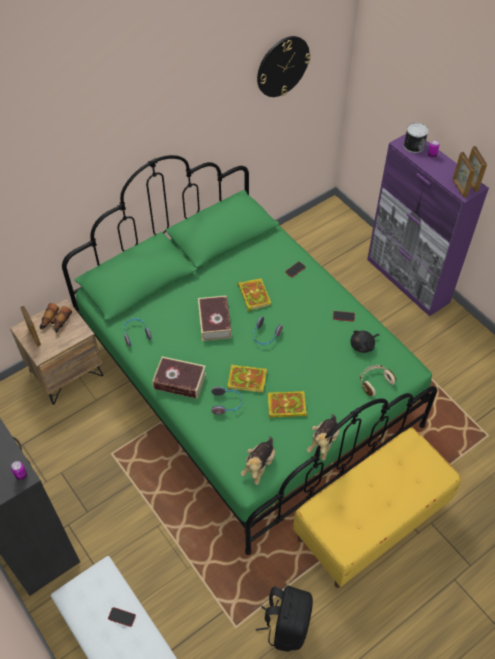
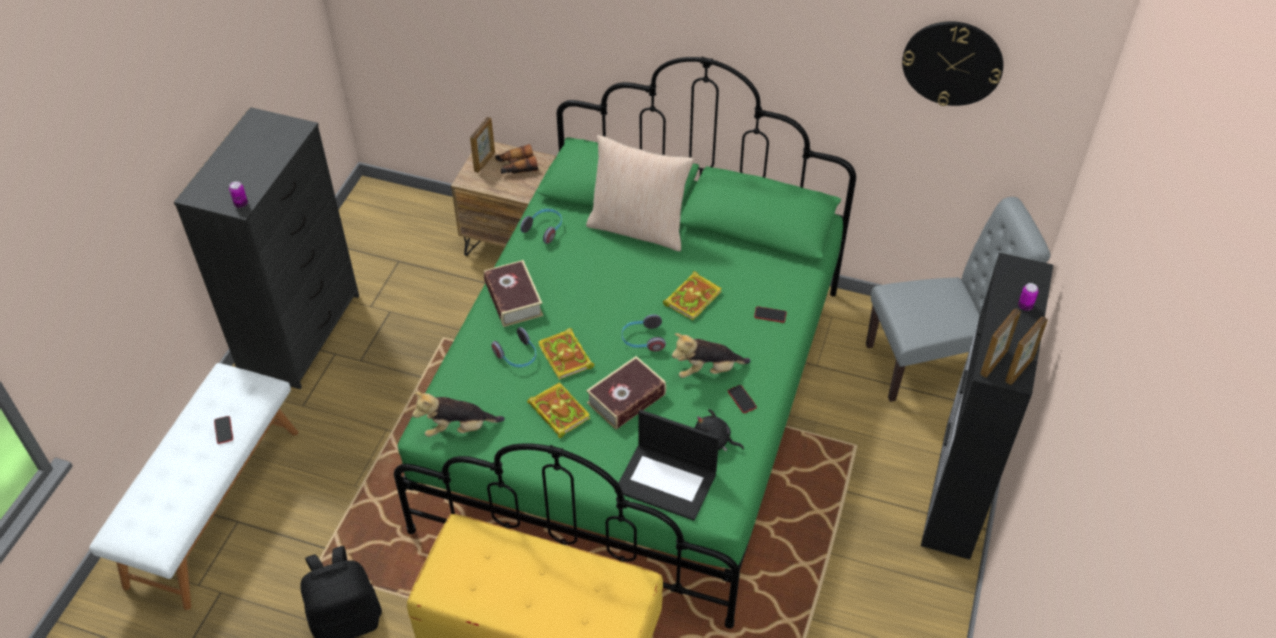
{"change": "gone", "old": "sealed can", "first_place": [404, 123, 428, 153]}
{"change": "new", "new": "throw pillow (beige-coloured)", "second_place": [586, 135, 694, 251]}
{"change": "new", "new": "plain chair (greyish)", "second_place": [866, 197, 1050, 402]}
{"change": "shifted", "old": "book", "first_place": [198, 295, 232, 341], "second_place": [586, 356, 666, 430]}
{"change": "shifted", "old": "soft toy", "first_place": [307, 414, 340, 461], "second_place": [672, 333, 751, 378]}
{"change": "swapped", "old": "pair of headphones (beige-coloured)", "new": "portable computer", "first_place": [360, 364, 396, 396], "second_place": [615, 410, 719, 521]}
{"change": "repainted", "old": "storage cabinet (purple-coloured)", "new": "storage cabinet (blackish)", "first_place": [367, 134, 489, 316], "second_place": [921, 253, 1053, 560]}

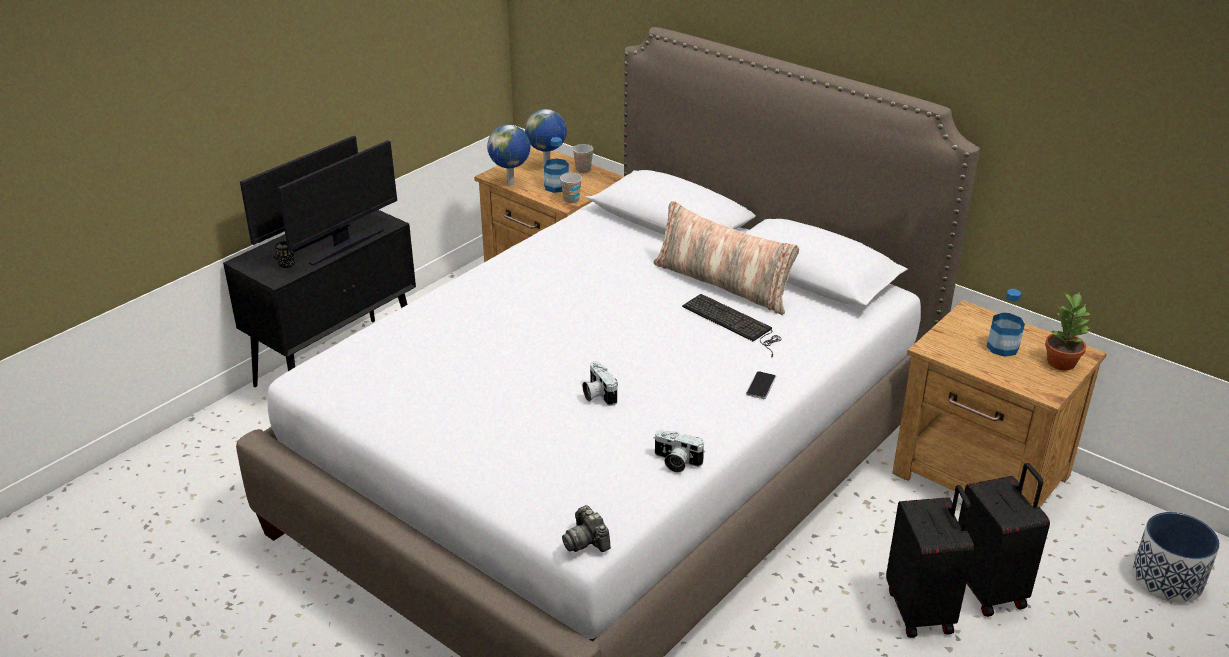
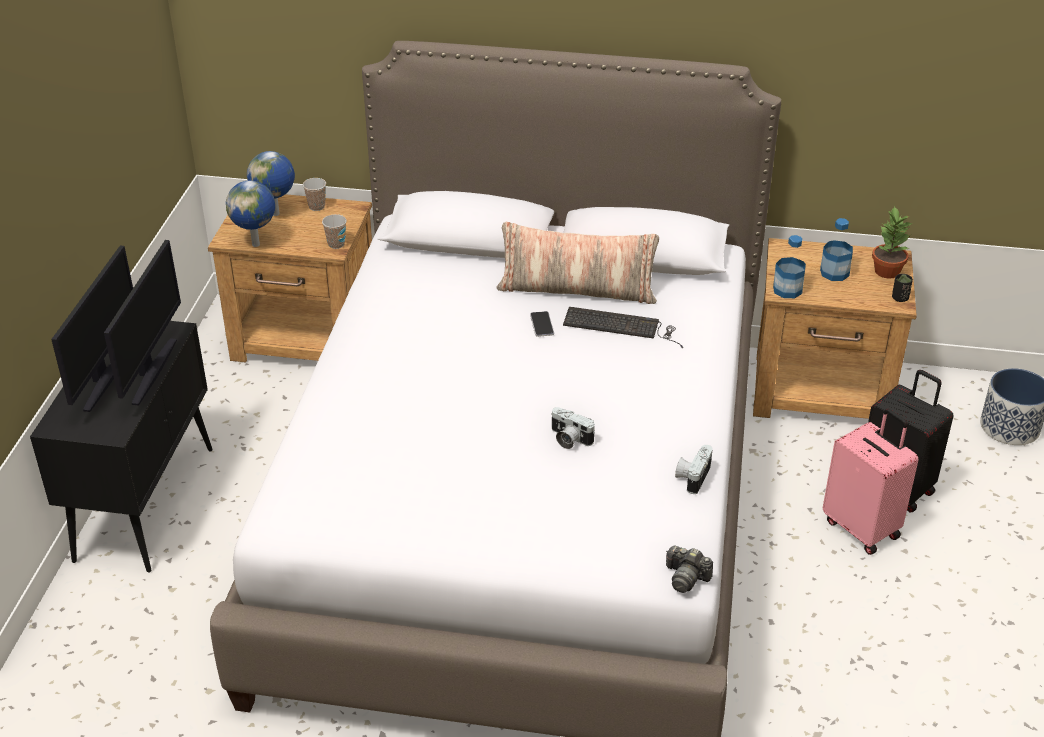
{"change": "shifted", "old": "small cup (blackish)", "first_place": [275, 241, 295, 268], "second_place": [892, 274, 913, 302]}
{"change": "shifted", "old": "drink bottle", "first_place": [544, 137, 569, 193], "second_place": [773, 235, 806, 298]}
{"change": "shifted", "old": "telephone", "first_place": [746, 371, 776, 399], "second_place": [530, 311, 554, 337]}
{"change": "repainted", "old": "suitcase (blackish)", "new": "suitcase (pinkish)", "first_place": [886, 485, 974, 638], "second_place": [823, 409, 919, 555]}
{"change": "rotated", "old": "photo camera", "first_place": [654, 430, 704, 472], "second_place": [675, 445, 713, 494], "degrees": 120}

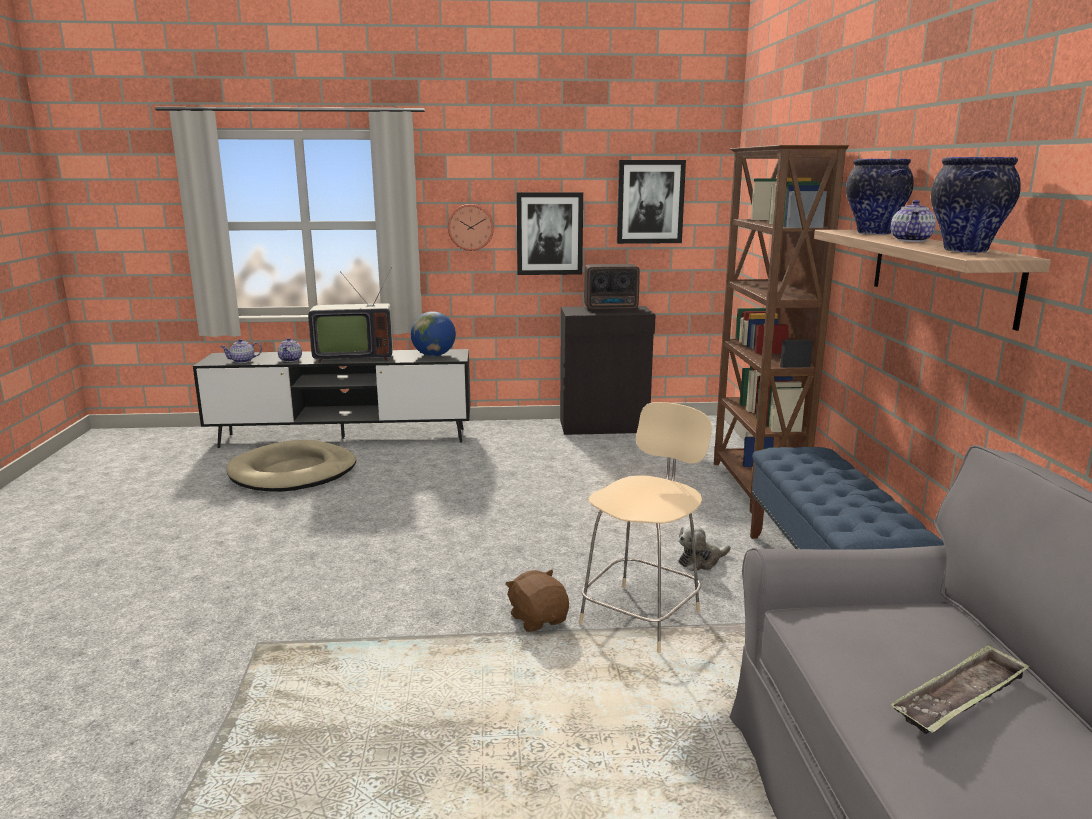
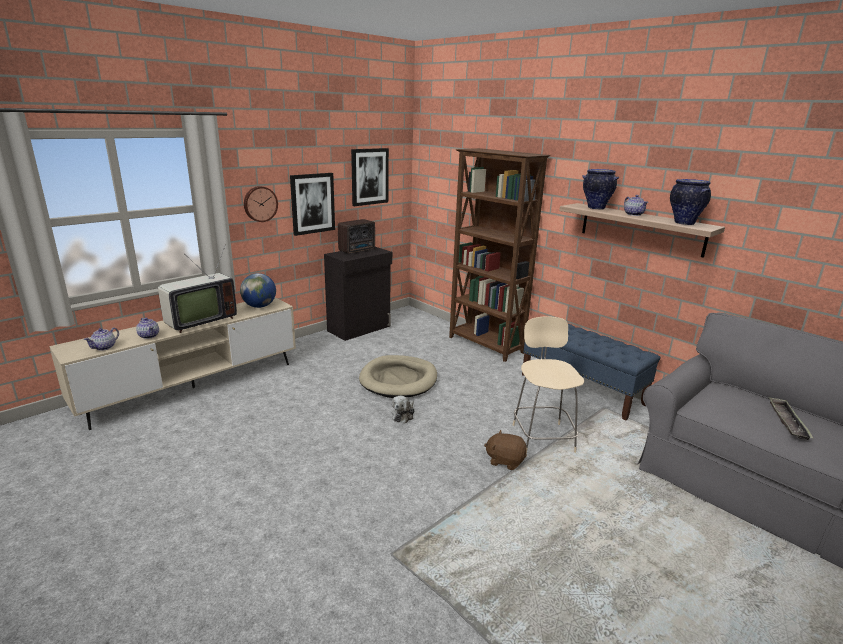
{"change": "shifted", "old": "dog cushion (beige-coloured)", "first_place": [226, 440, 356, 492], "second_place": [359, 355, 437, 398]}
{"change": "shifted", "old": "soft toy", "first_place": [679, 524, 731, 571], "second_place": [392, 396, 415, 424]}
{"change": "repainted", "old": "media console (blackish)", "new": "media console (beige-coloured)", "first_place": [193, 349, 470, 448], "second_place": [49, 297, 296, 430]}

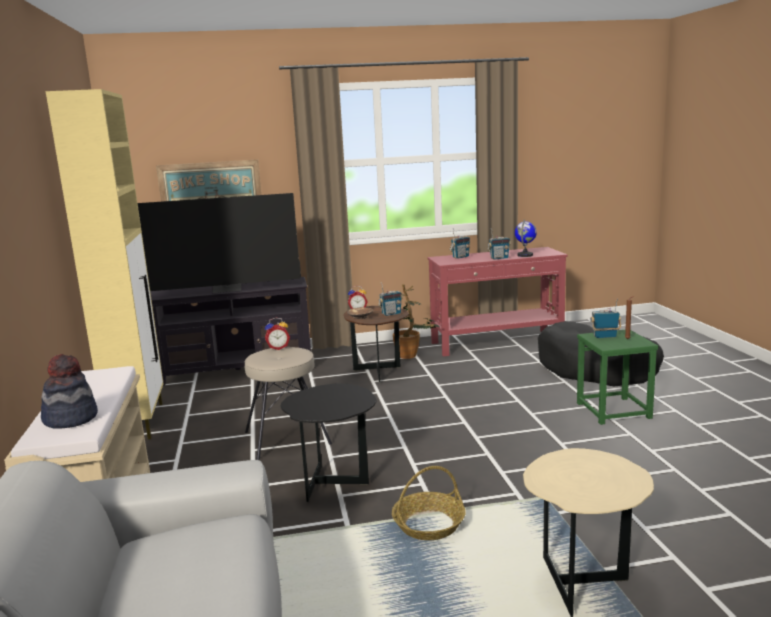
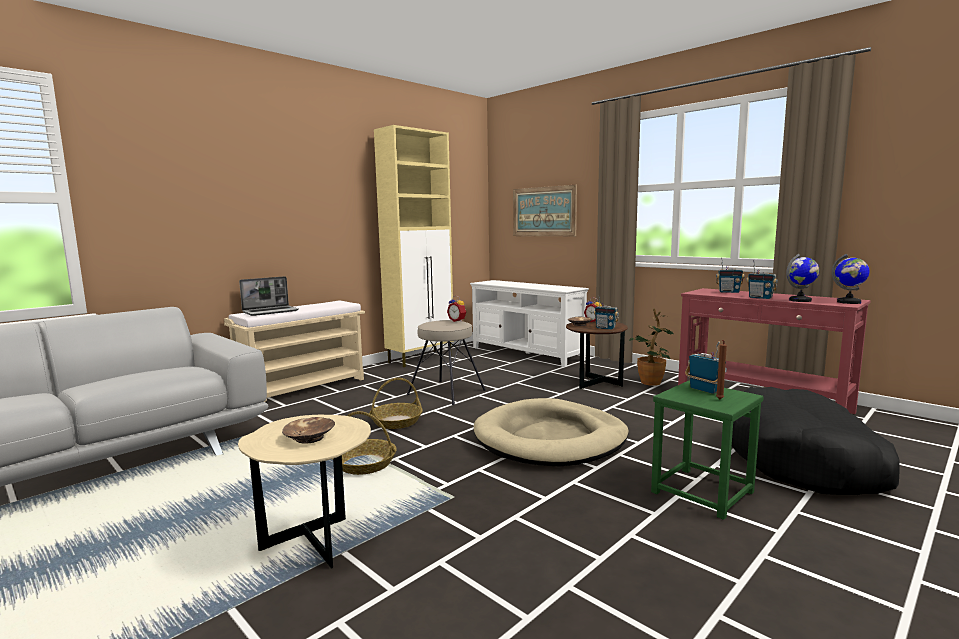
{"change": "gone", "old": "television", "first_place": [138, 193, 301, 293]}
{"change": "new", "new": "bowl (brown)", "second_place": [282, 417, 335, 444]}
{"change": "new", "new": "dog cushion (beige-coloured)", "second_place": [474, 398, 629, 466]}
{"change": "new", "new": "desk globe", "second_place": [832, 254, 870, 304]}
{"change": "swapped", "old": "wearable hat", "new": "portable computer", "first_place": [41, 354, 98, 429], "second_place": [239, 276, 299, 316]}
{"change": "swapped", "old": "side table (blackish)", "new": "household basket", "first_place": [281, 383, 377, 502], "second_place": [369, 378, 423, 429]}
{"change": "repainted", "old": "media console (blackish)", "new": "media console (white)", "first_place": [150, 277, 311, 386], "second_place": [470, 280, 589, 367]}

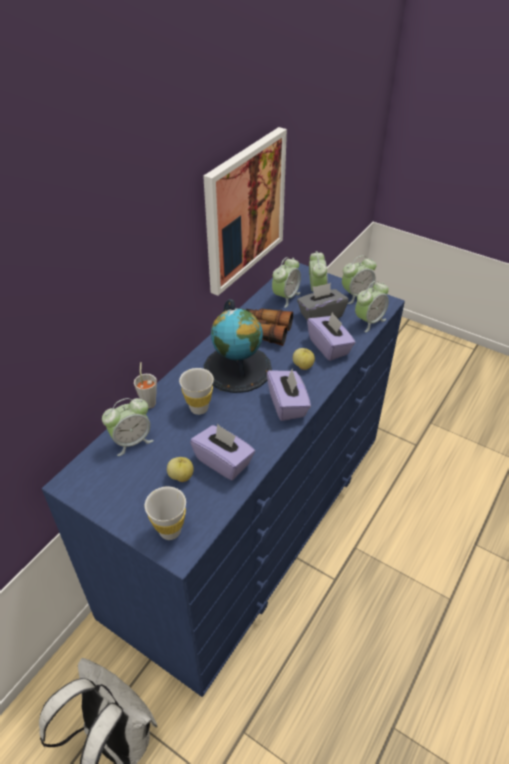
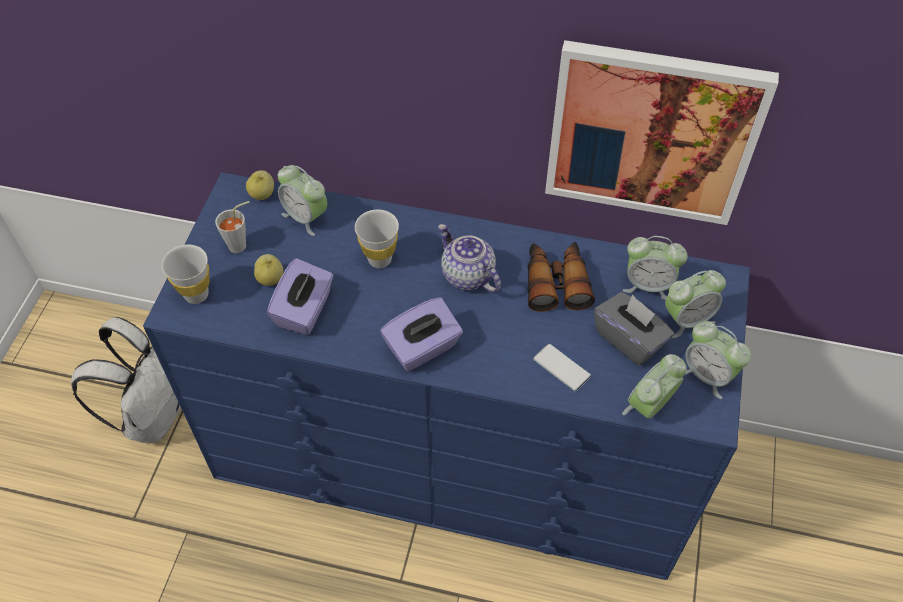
{"change": "shifted", "old": "small cup (greyish)", "first_place": [134, 362, 157, 409], "second_place": [215, 201, 250, 253]}
{"change": "shifted", "old": "apple", "first_place": [293, 348, 315, 370], "second_place": [246, 170, 274, 200]}
{"change": "swapped", "old": "desk globe", "new": "teapot", "first_place": [204, 299, 272, 393], "second_place": [438, 224, 501, 293]}
{"change": "swapped", "old": "tissue box (purple-coloured)", "new": "telephone", "first_place": [307, 312, 355, 361], "second_place": [533, 344, 591, 392]}
{"change": "rotated", "old": "table clock", "first_place": [355, 281, 389, 332], "second_place": [622, 354, 687, 419], "degrees": 105}

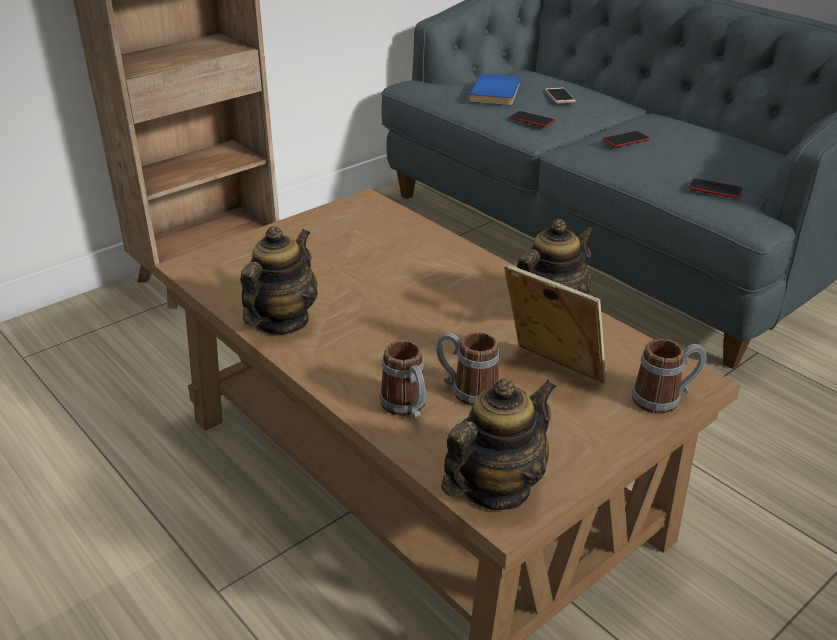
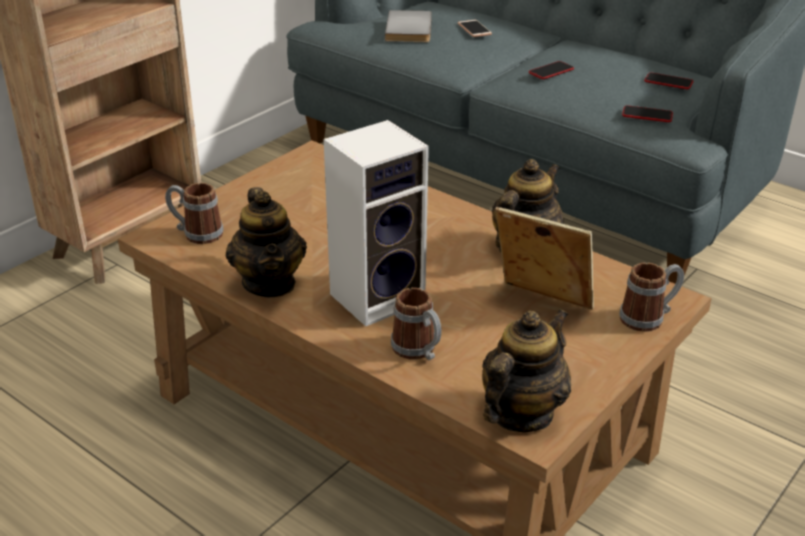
{"change": "new", "new": "speaker", "second_place": [324, 120, 429, 326]}
{"change": "shifted", "old": "coffee mug", "first_place": [436, 332, 499, 406], "second_place": [165, 183, 224, 244]}
{"change": "shifted", "old": "telephone", "first_place": [510, 111, 555, 127], "second_place": [644, 72, 693, 89]}
{"change": "repainted", "old": "book (bluish)", "new": "book (greyish)", "first_place": [469, 74, 521, 105], "second_place": [385, 10, 432, 42]}
{"change": "rotated", "old": "teapot", "first_place": [240, 226, 318, 335], "second_place": [226, 187, 307, 297], "degrees": 150}

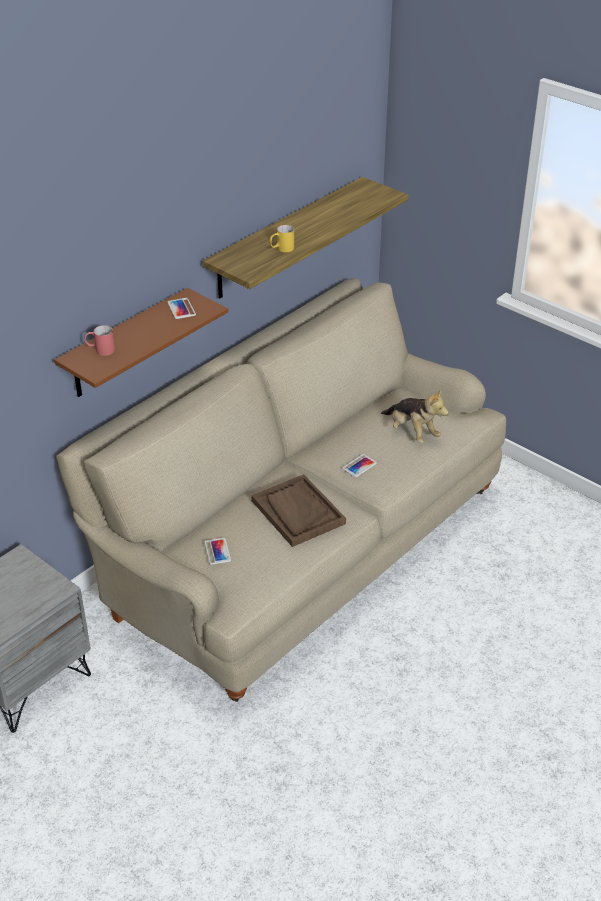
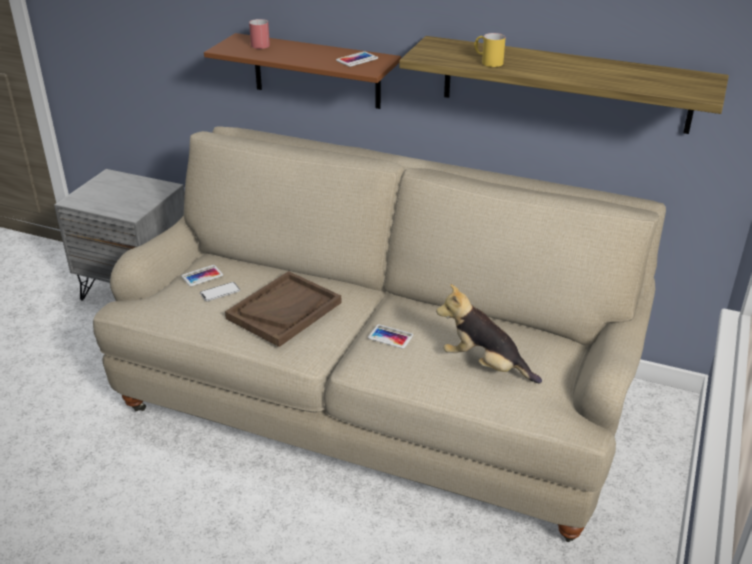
{"change": "new", "new": "telephone", "second_place": [200, 282, 240, 301]}
{"change": "rotated", "old": "soft toy", "first_place": [381, 388, 449, 443], "second_place": [436, 284, 542, 384], "degrees": 90}

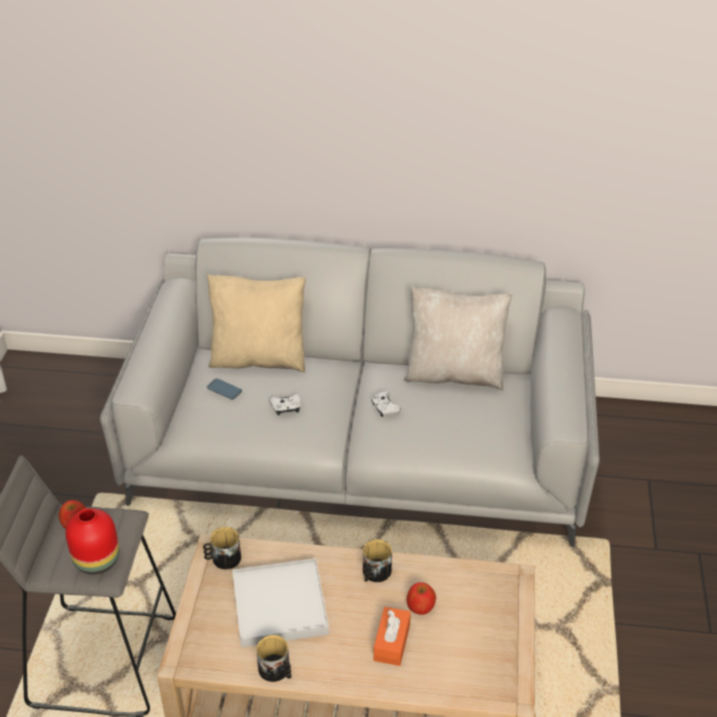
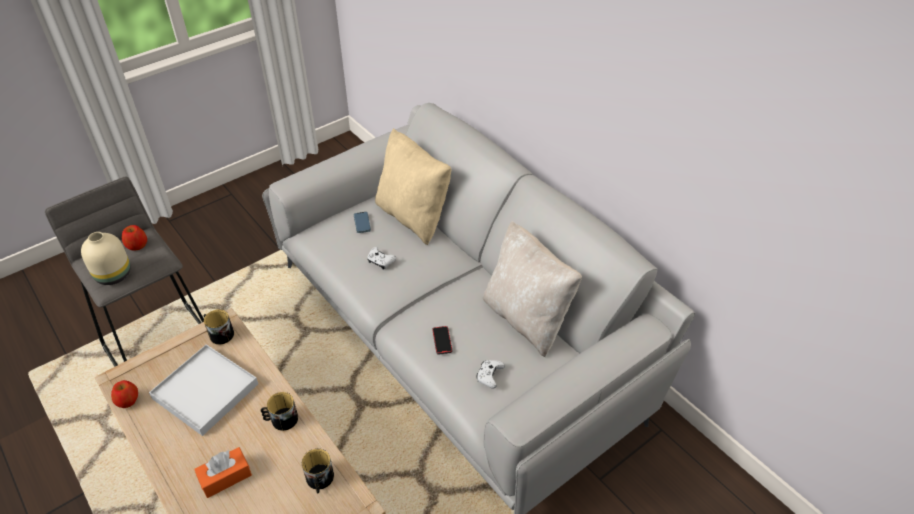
{"change": "new", "new": "telephone", "second_place": [432, 326, 452, 355]}
{"change": "shifted", "old": "coffee mug", "first_place": [256, 635, 292, 682], "second_place": [302, 449, 334, 493]}
{"change": "shifted", "old": "joypad (white)", "first_place": [371, 391, 401, 417], "second_place": [477, 360, 505, 388]}
{"change": "shifted", "old": "apple", "first_place": [407, 582, 436, 615], "second_place": [111, 380, 138, 408]}
{"change": "repainted", "old": "vase (reddish)", "new": "vase (beige-coloured)", "first_place": [66, 508, 119, 575], "second_place": [81, 232, 131, 285]}

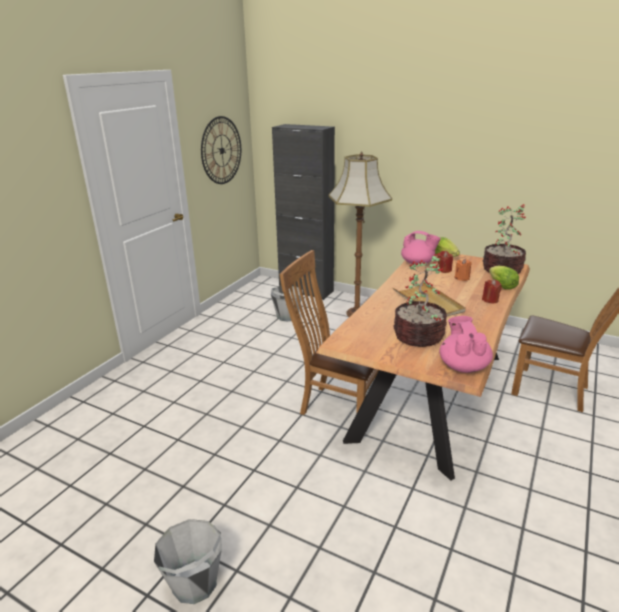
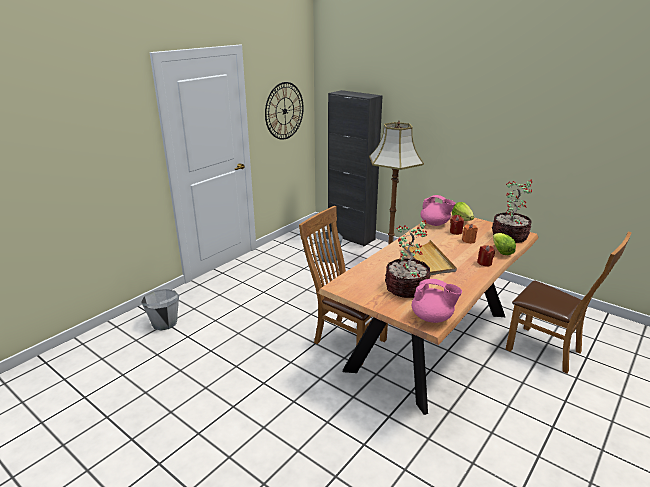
{"change": "shifted", "old": "pail (greyish)", "first_place": [154, 519, 222, 604], "second_place": [141, 289, 179, 330]}
{"change": "rotated", "old": "teapot (pinkish)", "first_place": [439, 316, 493, 373], "second_place": [412, 279, 462, 323], "degrees": 105}

